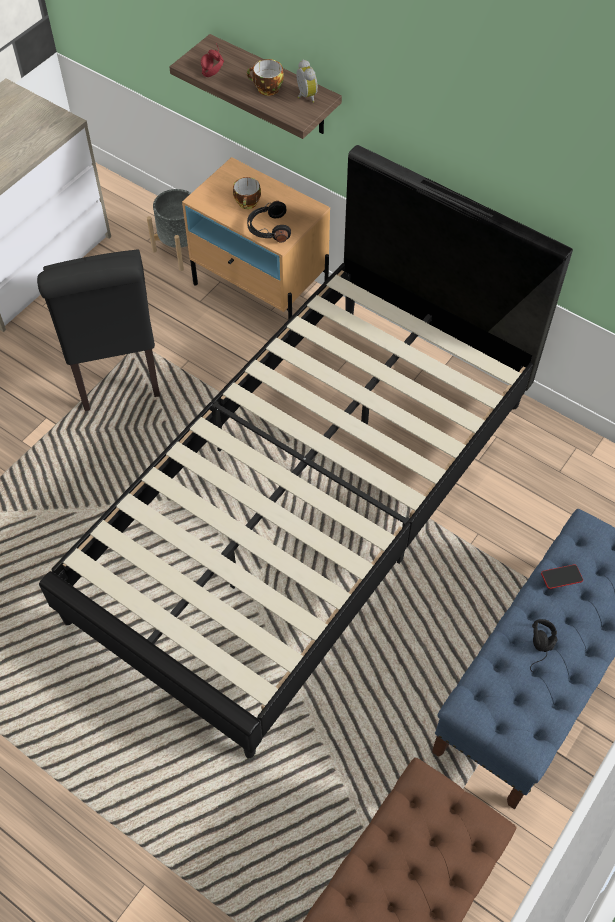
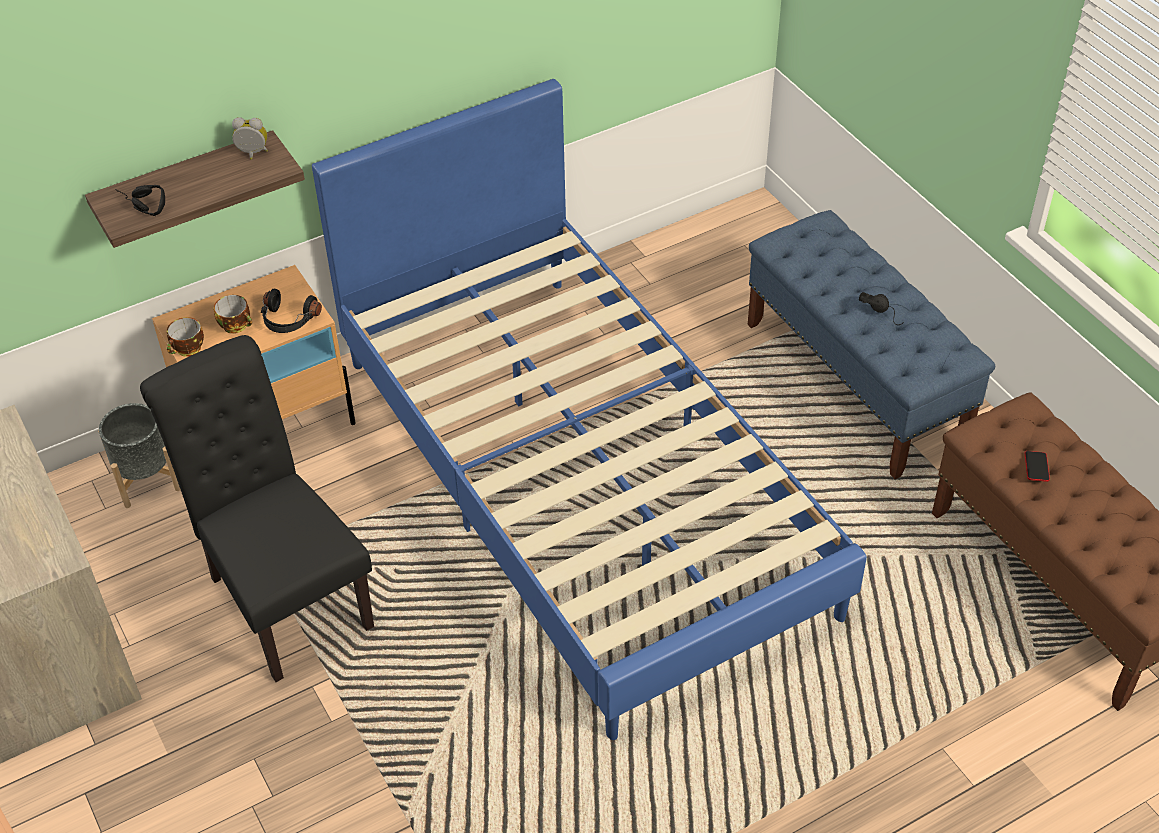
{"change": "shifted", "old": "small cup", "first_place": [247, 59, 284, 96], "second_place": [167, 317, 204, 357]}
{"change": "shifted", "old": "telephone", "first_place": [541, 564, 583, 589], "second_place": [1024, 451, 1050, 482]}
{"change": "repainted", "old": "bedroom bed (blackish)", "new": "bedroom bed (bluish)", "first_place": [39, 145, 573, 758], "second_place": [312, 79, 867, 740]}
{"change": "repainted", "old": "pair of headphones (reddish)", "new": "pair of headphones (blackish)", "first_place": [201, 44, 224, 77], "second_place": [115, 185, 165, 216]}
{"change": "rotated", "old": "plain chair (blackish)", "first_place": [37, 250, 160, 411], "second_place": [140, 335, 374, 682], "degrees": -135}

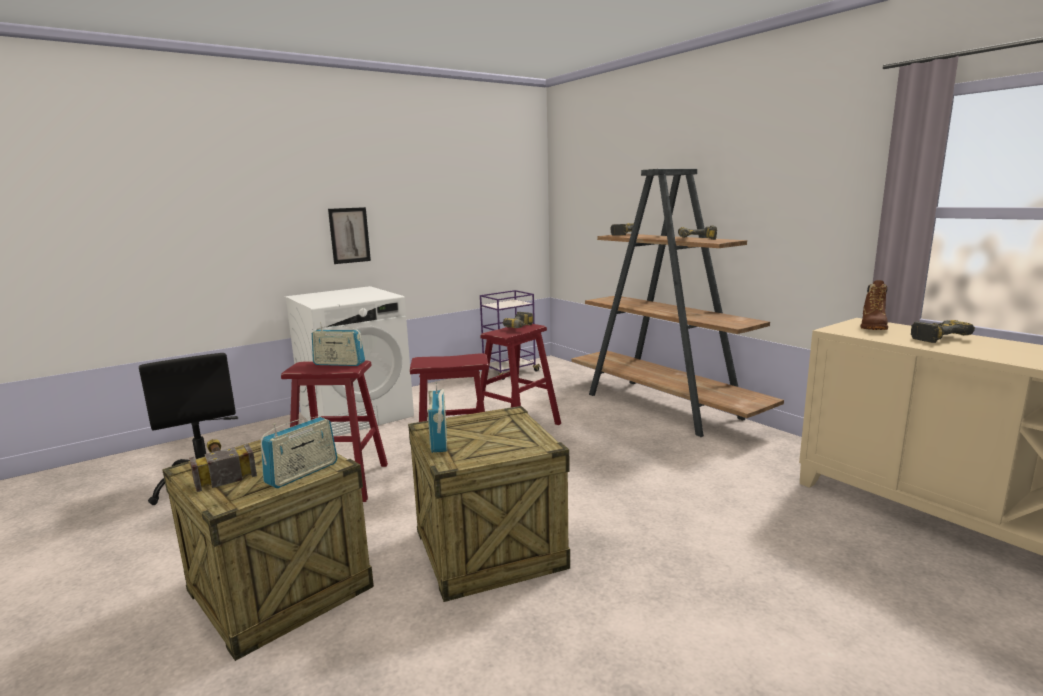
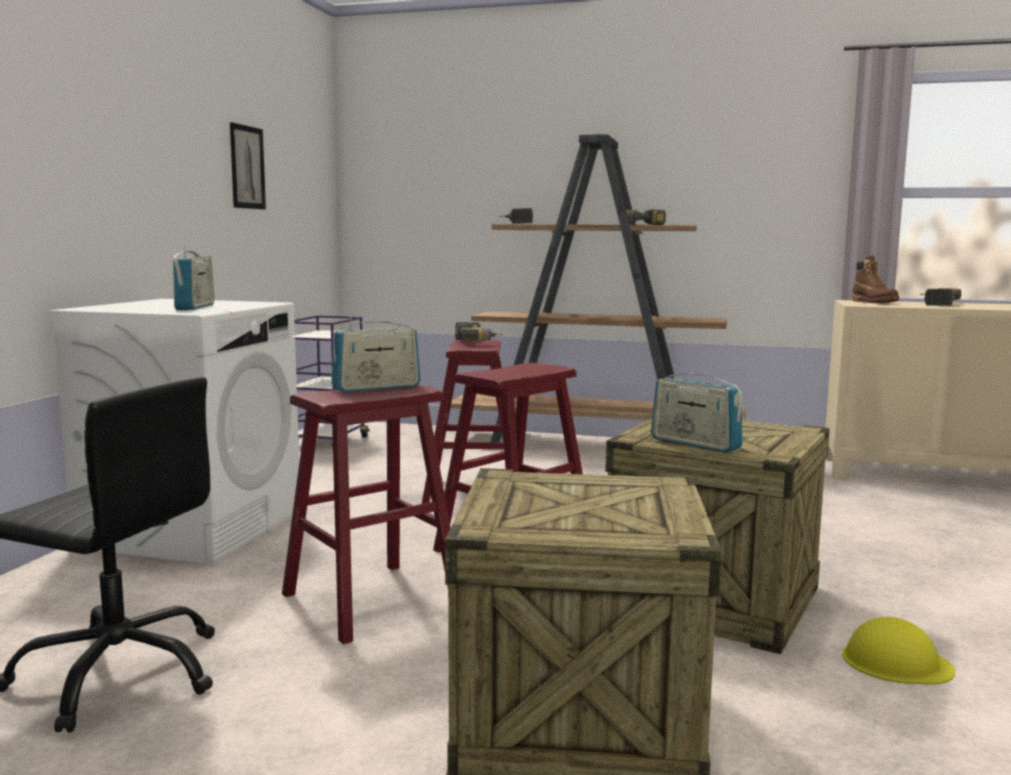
{"change": "gone", "old": "hand hammer", "first_place": [189, 439, 257, 492]}
{"change": "new", "new": "safety helmet (yellow-coloured)", "second_place": [842, 617, 955, 685]}
{"change": "shifted", "old": "radio", "first_place": [261, 417, 338, 488], "second_place": [173, 245, 215, 310]}
{"change": "shifted", "old": "wall art", "first_place": [328, 207, 371, 264], "second_place": [230, 122, 266, 209]}

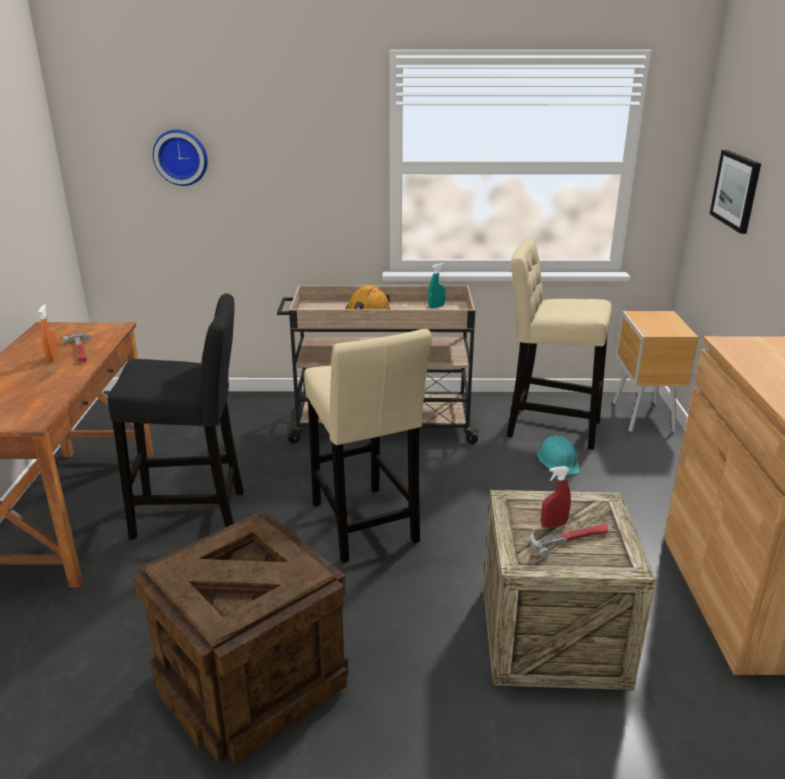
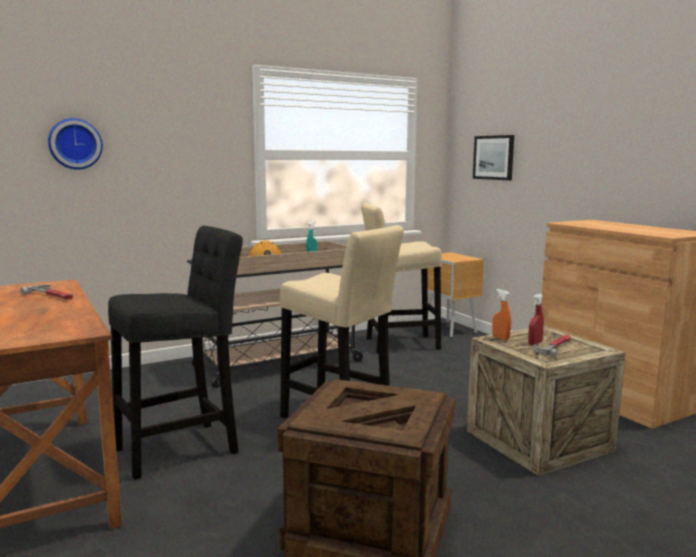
{"change": "gone", "old": "safety helmet (blue-green)", "first_place": [537, 435, 580, 475]}
{"change": "shifted", "old": "sprayer (orangey)", "first_place": [38, 304, 59, 362], "second_place": [492, 289, 511, 341]}

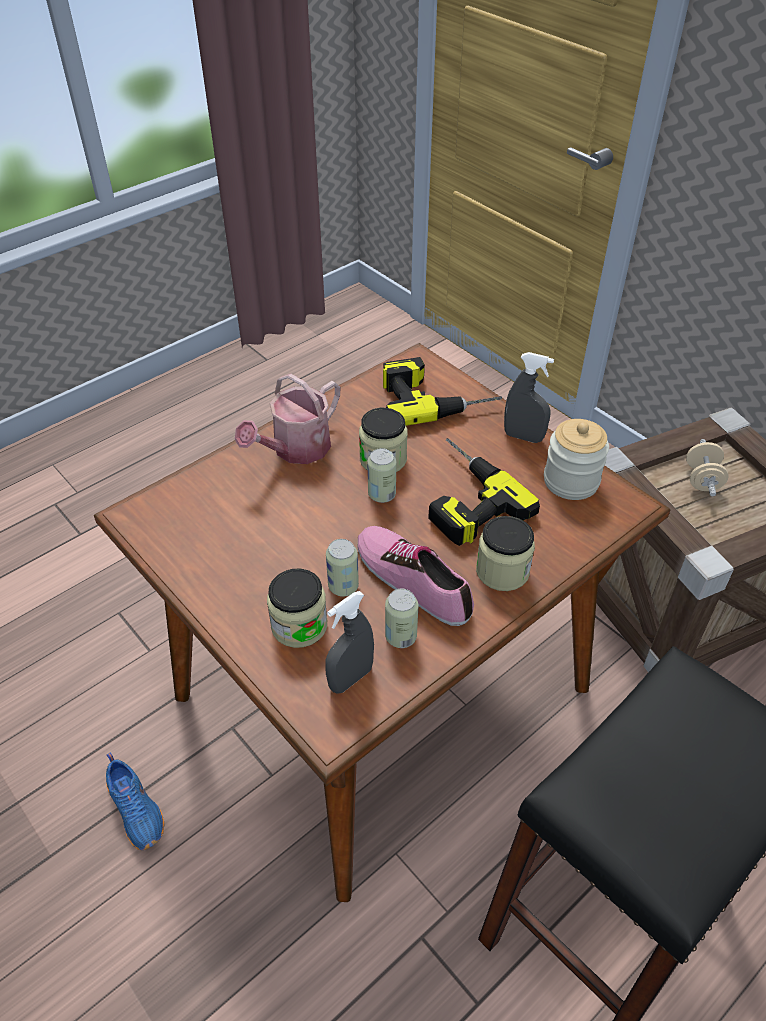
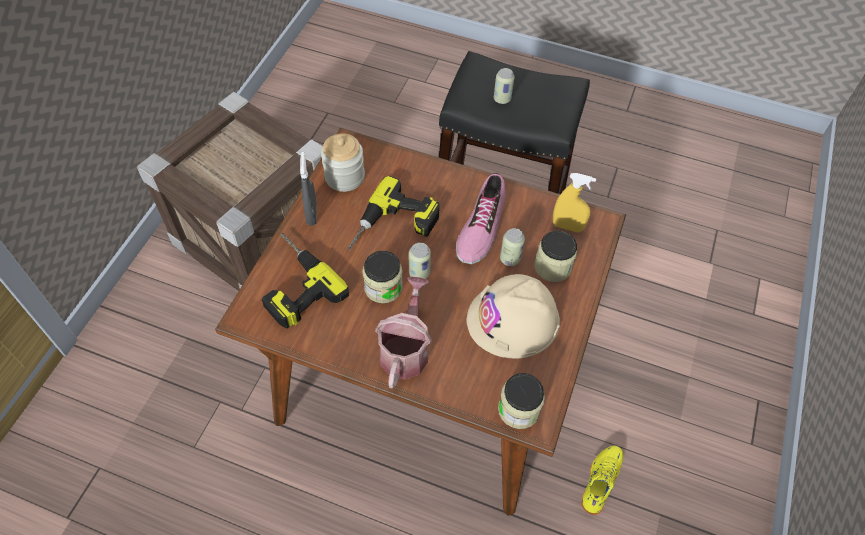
{"change": "gone", "old": "hand weight (beige-coloured)", "first_place": [686, 439, 729, 496]}
{"change": "new", "new": "safety helmet (beige-coloured)", "second_place": [467, 274, 560, 359]}
{"change": "shifted", "old": "sealed can", "first_place": [385, 589, 418, 648], "second_place": [494, 68, 515, 104]}
{"change": "shifted", "old": "preserve jar", "first_place": [476, 516, 535, 591], "second_place": [498, 373, 545, 429]}
{"change": "repainted", "old": "item of footwear (bluish)", "new": "item of footwear (yellow-coloured)", "first_place": [106, 753, 164, 850], "second_place": [581, 445, 623, 515]}
{"change": "repainted", "old": "sprayer (greyish)", "new": "sprayer (yellow-coloured)", "first_place": [325, 591, 374, 693], "second_place": [553, 173, 596, 232]}
{"change": "rotated", "old": "sprinkling can", "first_place": [235, 374, 340, 464], "second_place": [375, 277, 432, 389], "degrees": -90}

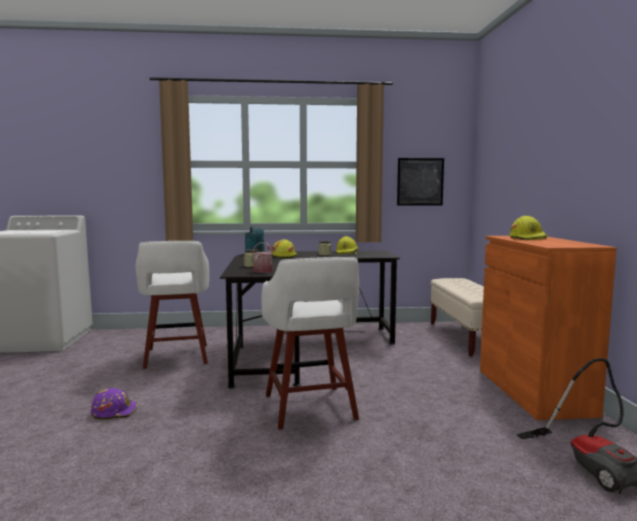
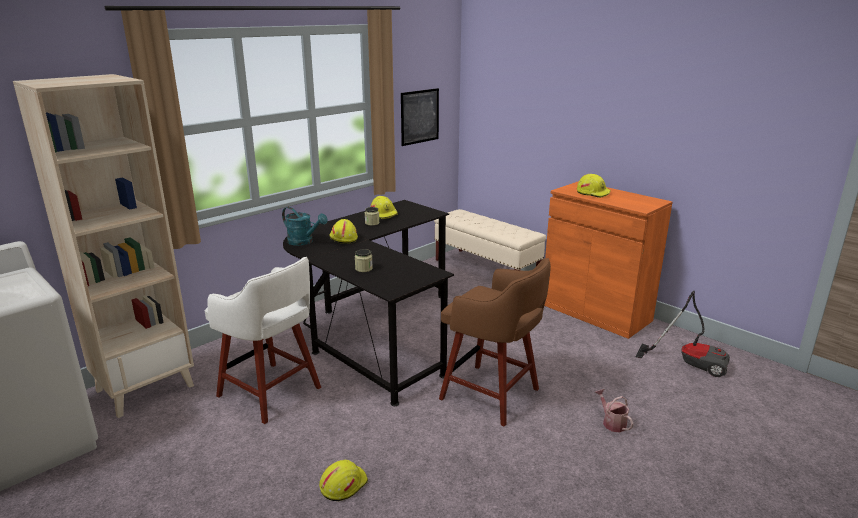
{"change": "new", "new": "bookcase (beige-coloured)", "second_place": [13, 74, 194, 418]}
{"change": "shifted", "old": "sprinkling can", "first_place": [252, 242, 275, 273], "second_place": [595, 389, 633, 432]}
{"change": "repainted", "old": "safety helmet (purple-coloured)", "new": "safety helmet (yellow-coloured)", "first_place": [91, 388, 137, 420], "second_place": [319, 460, 368, 501]}
{"change": "repainted", "old": "sitting stool (white)", "new": "sitting stool (brown)", "first_place": [261, 257, 359, 430], "second_place": [439, 258, 551, 427]}

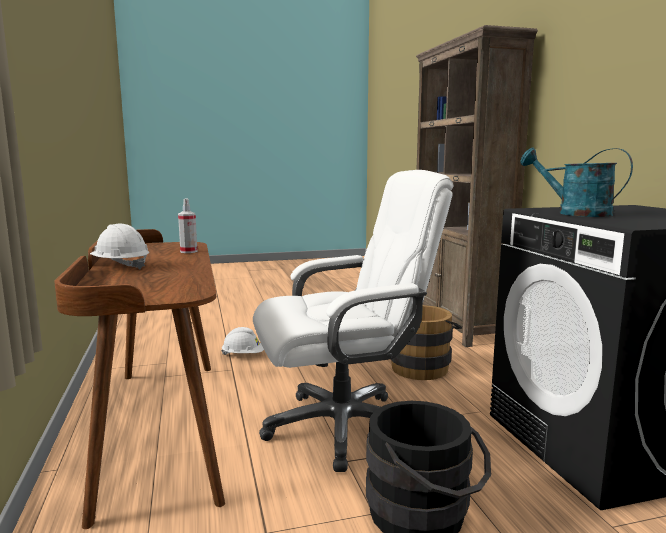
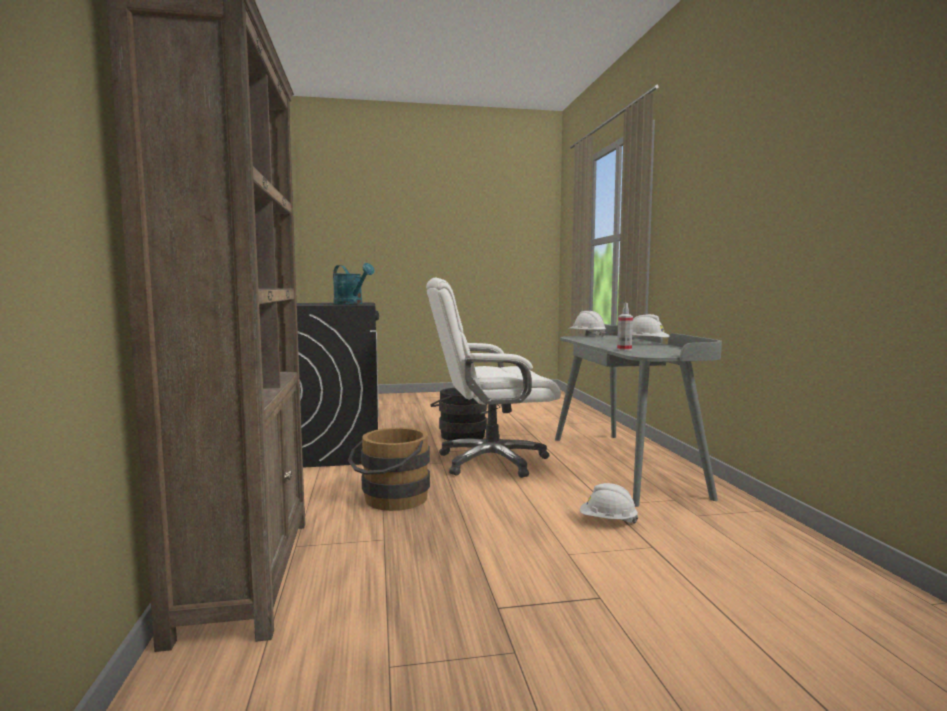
{"change": "new", "new": "safety helmet (white)", "second_place": [569, 311, 606, 337]}
{"change": "repainted", "old": "desk table (brown)", "new": "desk table (greyish)", "first_place": [54, 229, 225, 529], "second_place": [555, 325, 722, 507]}

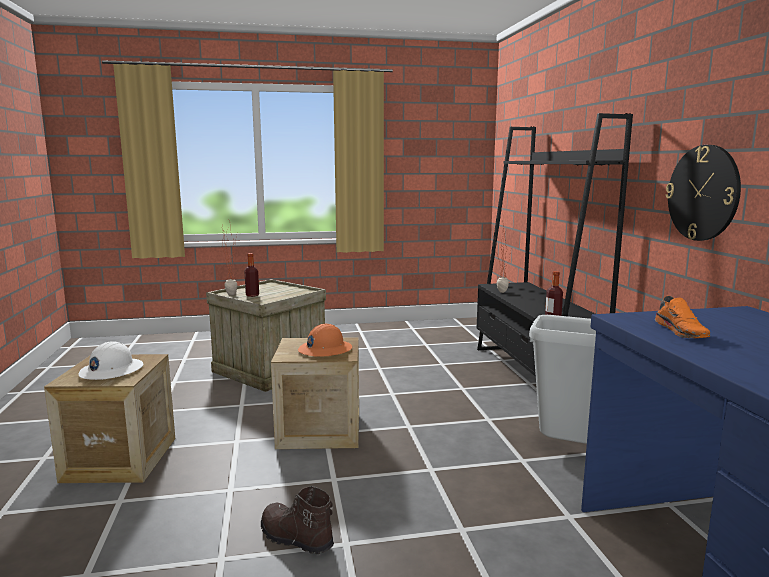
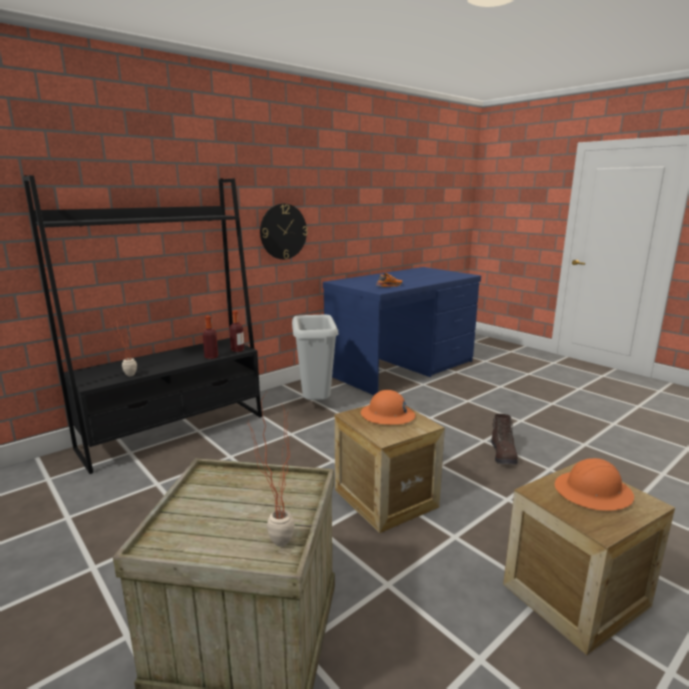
{"change": "shifted", "old": "drink bottle", "first_place": [244, 253, 259, 297], "second_place": [203, 316, 218, 359]}
{"change": "repainted", "old": "safety helmet (white)", "new": "safety helmet (orangey)", "first_place": [78, 341, 144, 380], "second_place": [555, 458, 634, 511]}

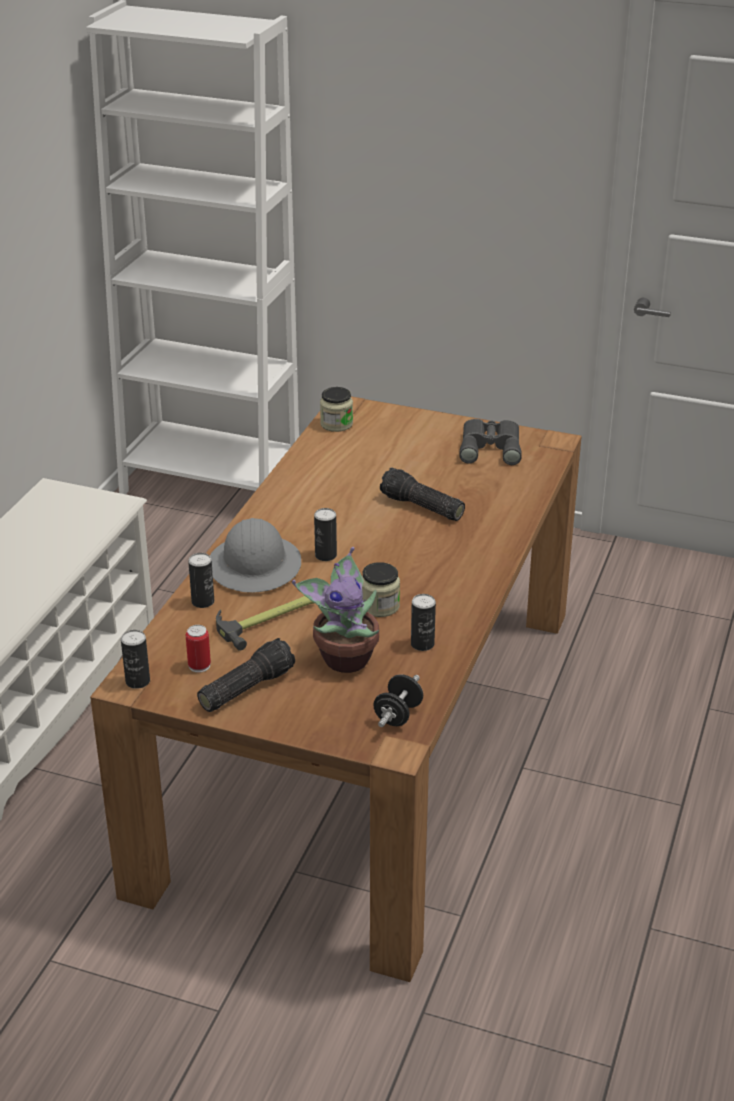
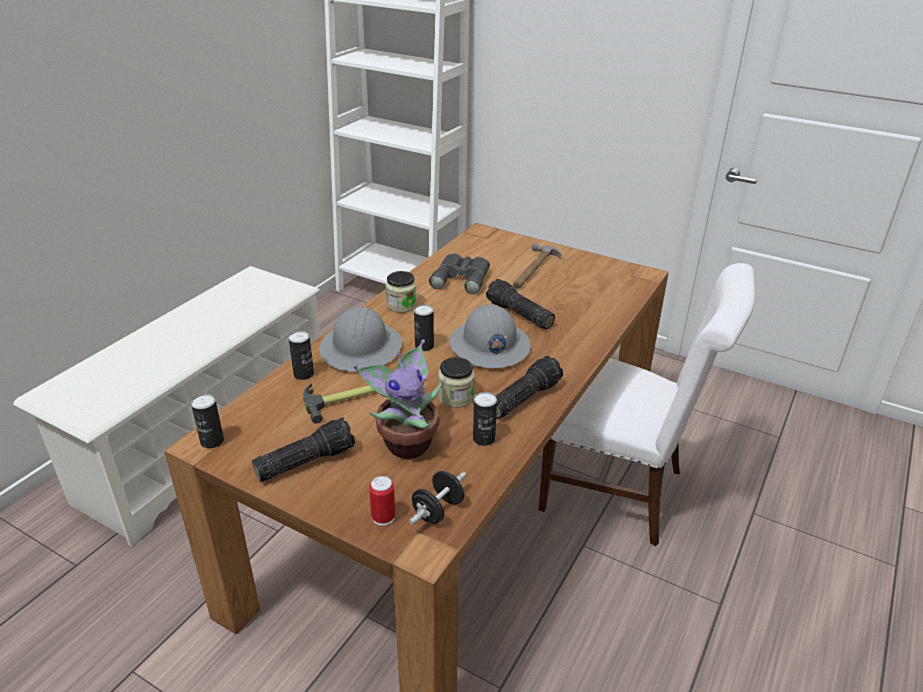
{"change": "new", "new": "safety helmet (greyish)", "second_place": [450, 304, 531, 368]}
{"change": "new", "new": "hand torch", "second_place": [496, 356, 563, 419]}
{"change": "new", "new": "hand hammer", "second_place": [513, 243, 562, 288]}
{"change": "new", "new": "plain chair (white)", "second_place": [539, 263, 755, 546]}
{"change": "shifted", "old": "sealed can", "first_place": [186, 625, 211, 673], "second_place": [369, 476, 395, 526]}
{"change": "shifted", "old": "preserve jar", "first_place": [320, 387, 353, 432], "second_place": [385, 271, 417, 313]}
{"change": "shifted", "old": "binoculars (greyish)", "first_place": [459, 419, 521, 465], "second_place": [429, 254, 490, 294]}

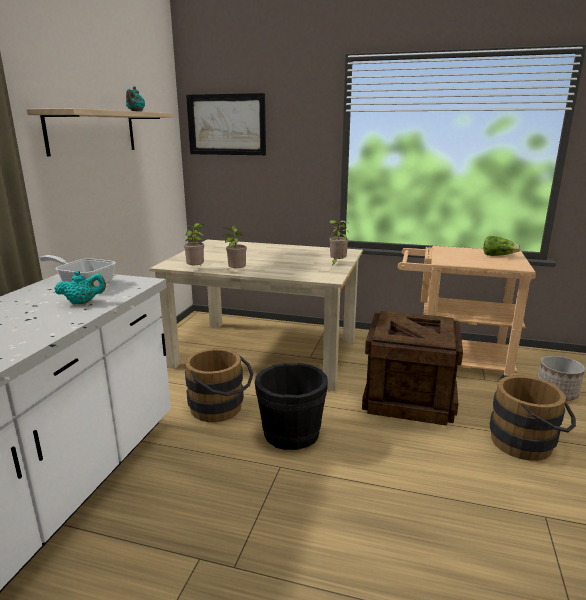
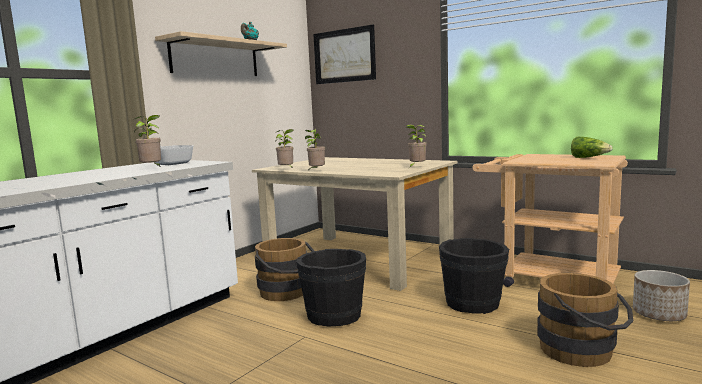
{"change": "swapped", "old": "teapot (blue-green)", "new": "houseplant", "first_place": [54, 271, 106, 304], "second_place": [134, 115, 161, 167]}
{"change": "swapped", "old": "shipping crate", "new": "pail (blackish)", "first_place": [362, 311, 463, 426], "second_place": [439, 238, 509, 314]}

